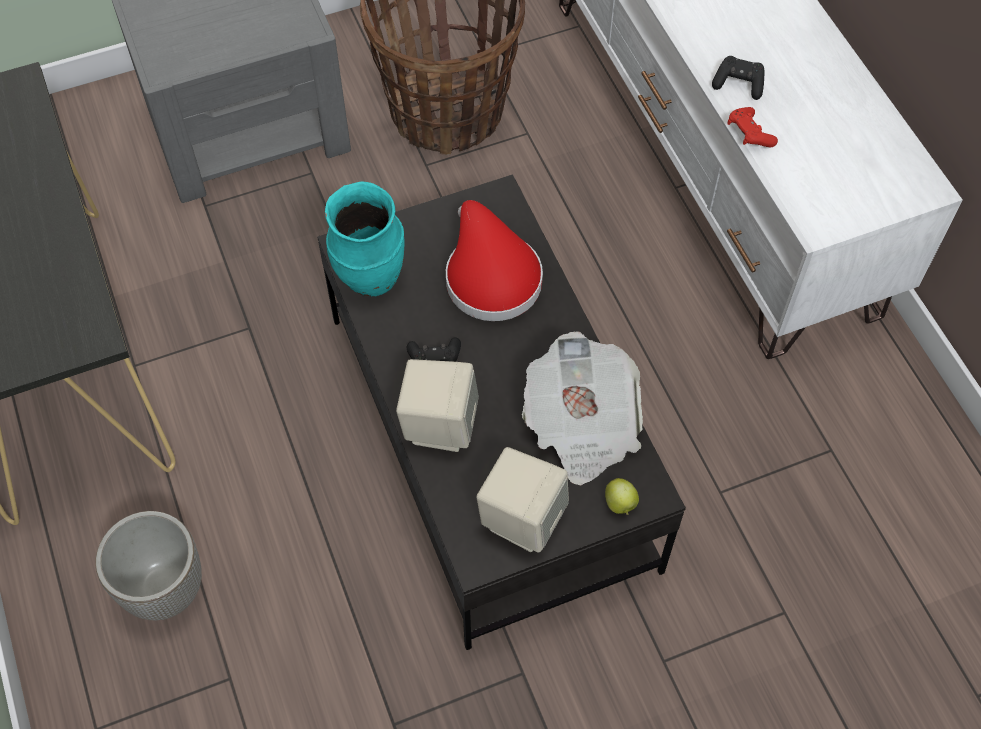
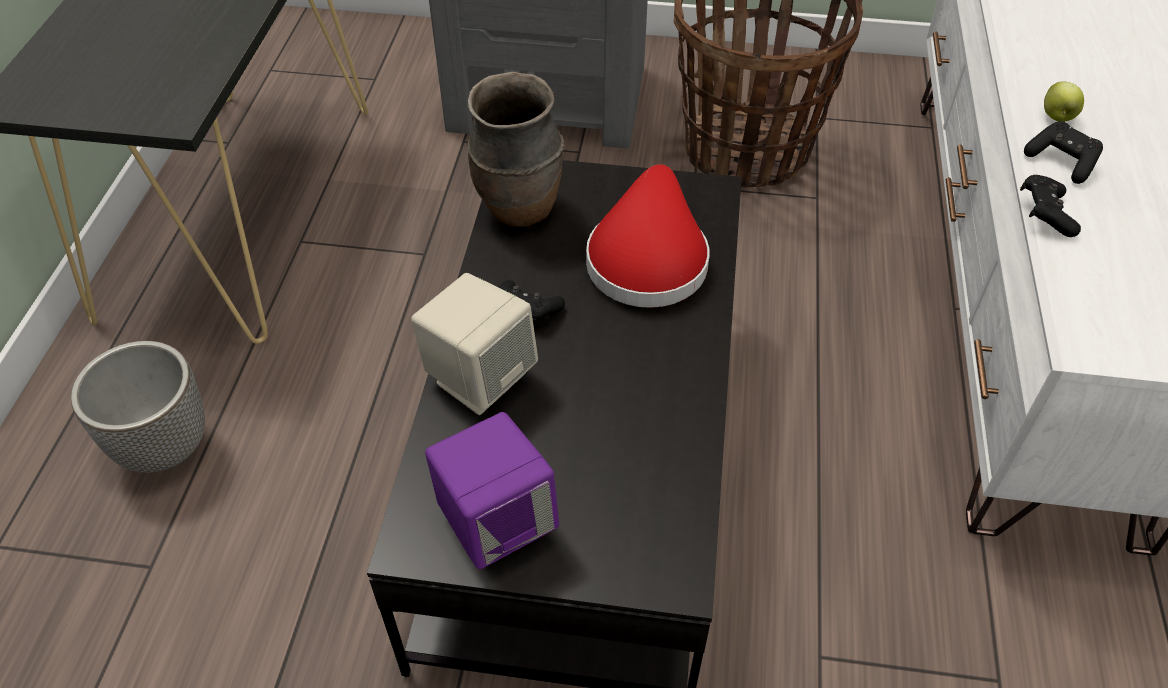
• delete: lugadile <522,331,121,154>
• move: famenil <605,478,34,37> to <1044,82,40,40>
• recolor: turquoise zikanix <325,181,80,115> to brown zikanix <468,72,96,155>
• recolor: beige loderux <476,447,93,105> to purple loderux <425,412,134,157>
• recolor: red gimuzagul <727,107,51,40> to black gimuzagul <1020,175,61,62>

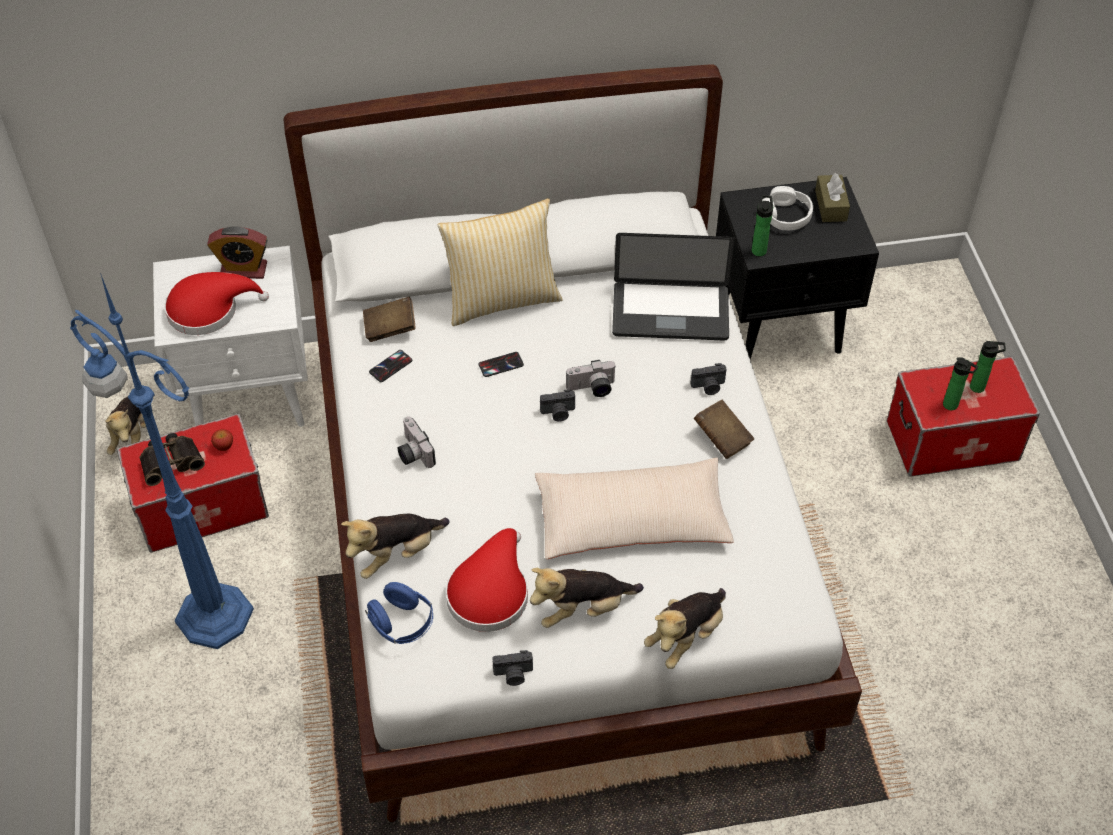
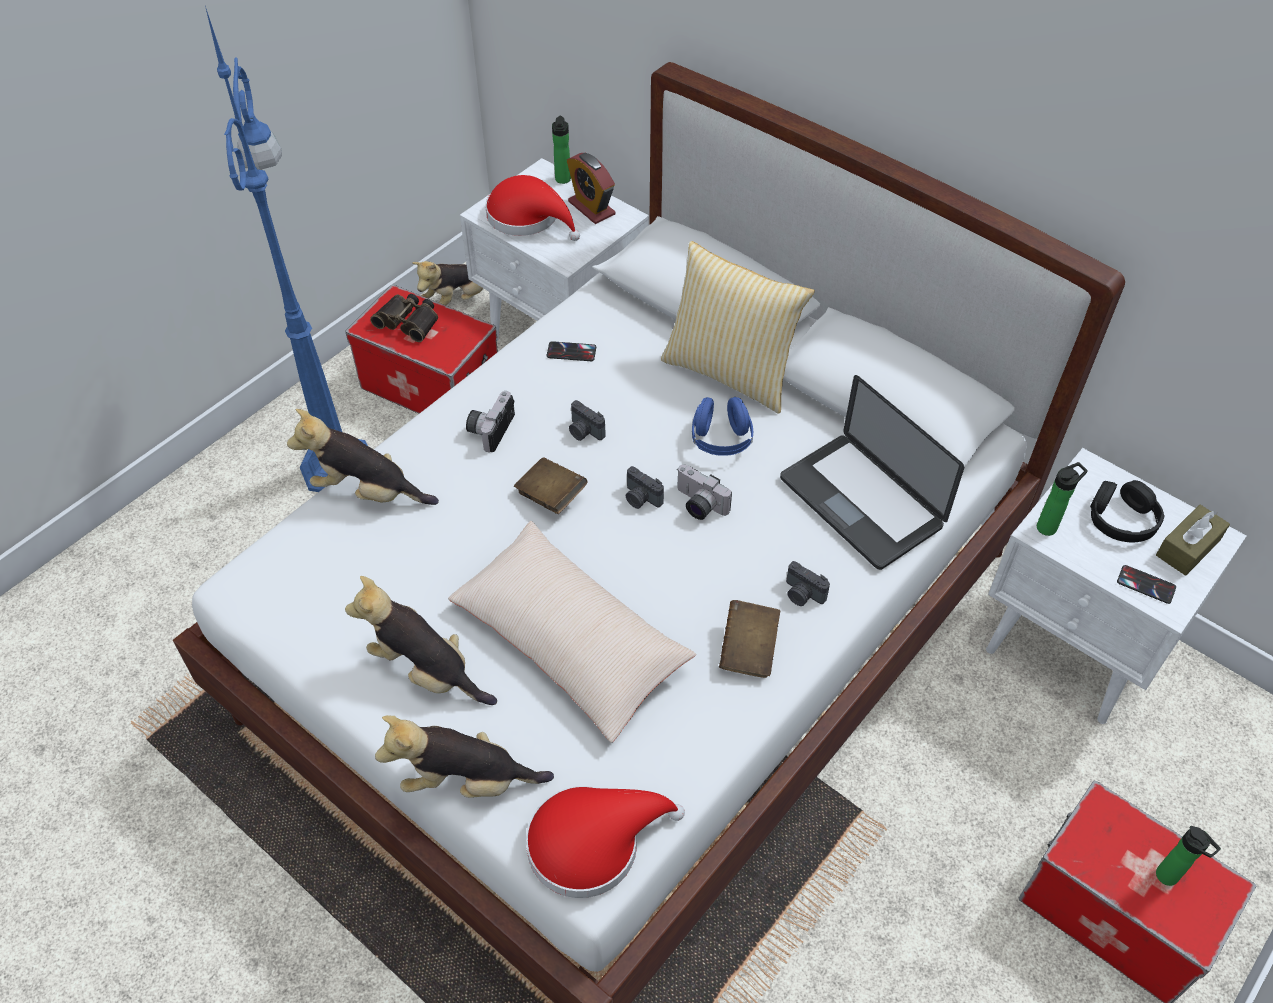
• delete: famenil <211,429,22,22>
• move: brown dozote <363,297,53,45> to <514,458,74,56>
• move: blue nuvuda <365,582,68,62> to <692,397,61,59>
• move: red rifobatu <446,528,82,104> to <526,786,159,112>
• move: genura <478,352,46,25> to <1117,565,59,39>
• move: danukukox <492,650,41,36> to <569,400,37,41>
• move: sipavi <943,357,35,53> to <552,116,19,68>
• recolor: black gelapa <716,177,163,182> to white gelapa <986,448,261,276>
• recolor: white nuvuda <762,186,51,44> to black nuvuda <1090,480,75,62>

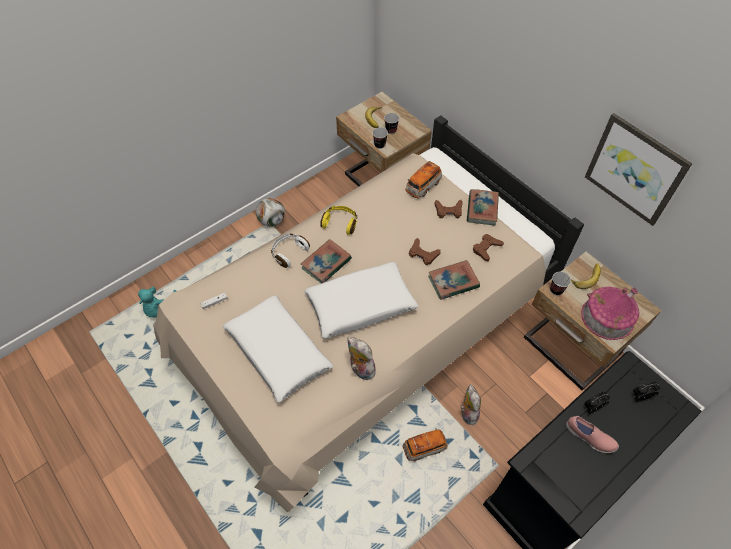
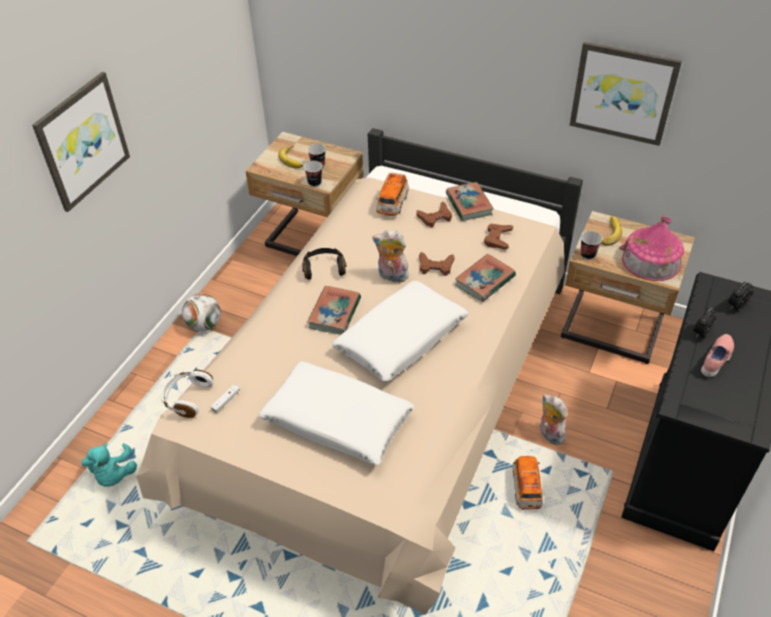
• insert: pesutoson <32,72,98,140>
• move: white nuvuda <271,234,39,34> to <161,370,52,48>
• move: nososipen <347,337,29,43> to <372,230,37,53>
• recolor: yellow nuvuda <320,206,37,29> to black nuvuda <302,248,44,32>
• rotate: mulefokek <403,429,45,32> = <513,456,30,54> 45 degrees counterclockwise
• rotate: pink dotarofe <566,416,53,37> = <701,334,33,43> 60 degrees counterclockwise

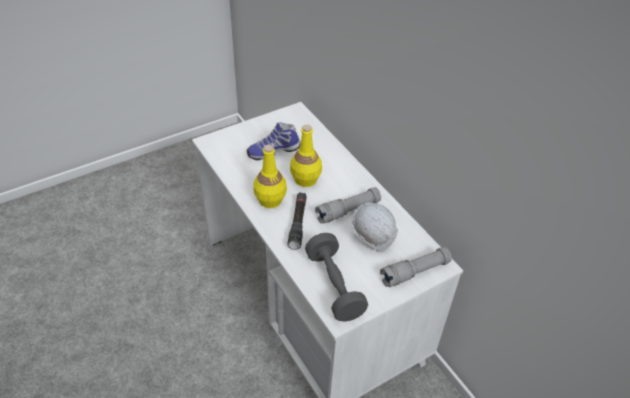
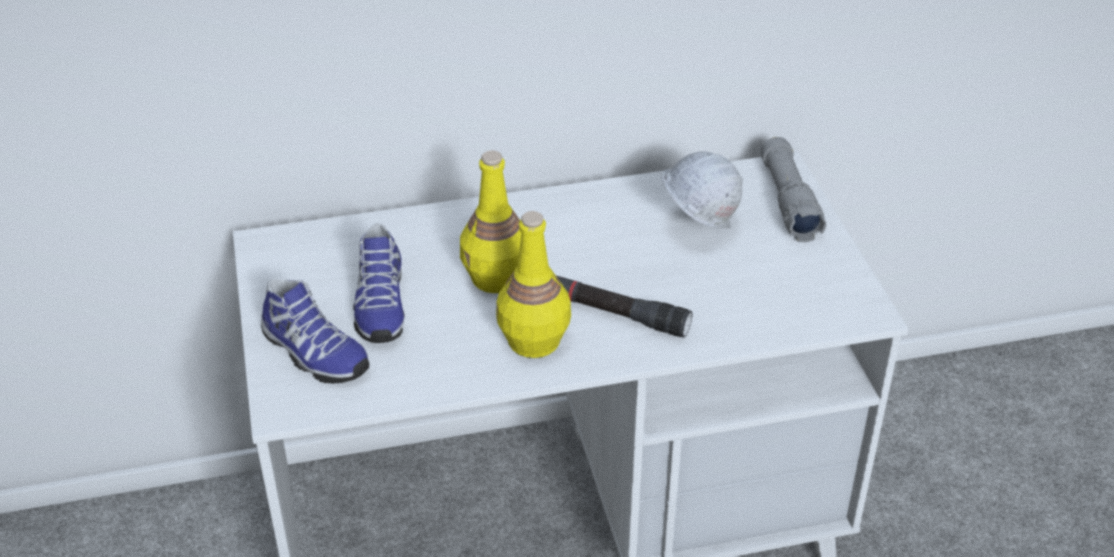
• delete: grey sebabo <305,233,63,89>
• delete: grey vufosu <315,187,66,37>
• insert: dotarofe <261,279,108,105>

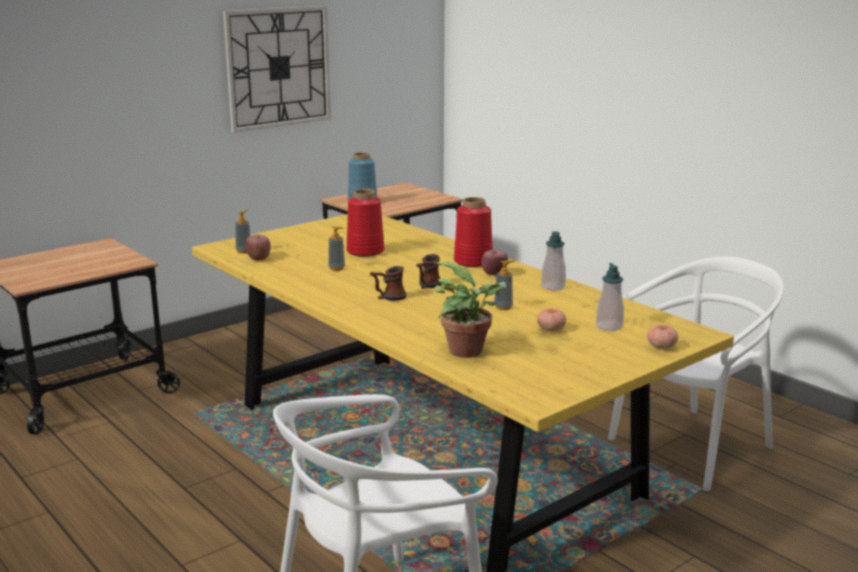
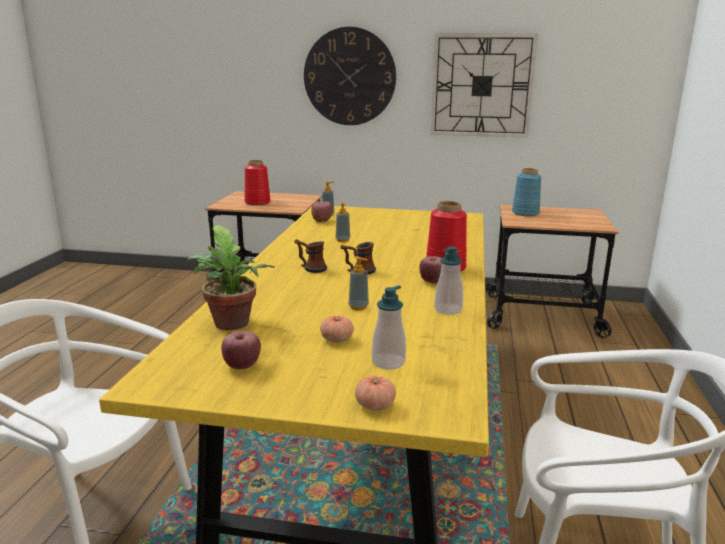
• insert: famenil <221,330,40,39>
• insert: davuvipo <304,27,92,98>
• move: red zikanix <346,189,39,68> to <245,160,26,45>

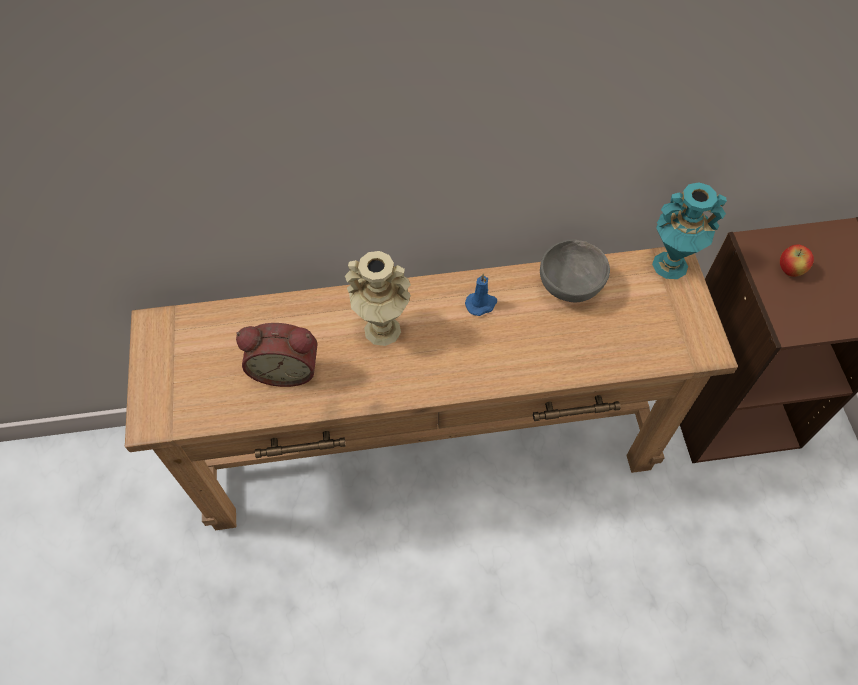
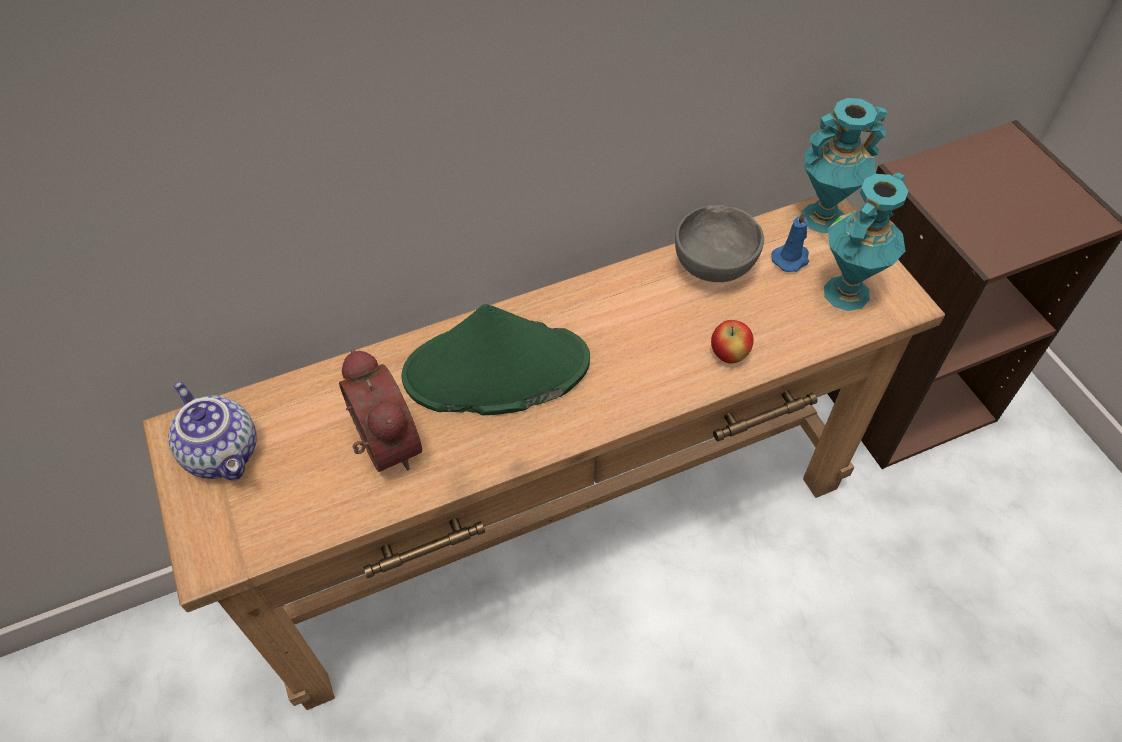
• insert: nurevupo <168,381,89,100>
• insert: turquoise zikanix <824,173,84,138>
• move: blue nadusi <465,273,32,43> to <771,211,38,61>
• move: famenil <780,244,34,33> to <711,320,43,44>
• replace: beige zikanix <345,251,66,95> to green rifobatu <401,304,189,111>
• rotate: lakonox <236,323,82,64> = <339,349,83,123> 105 degrees counterclockwise

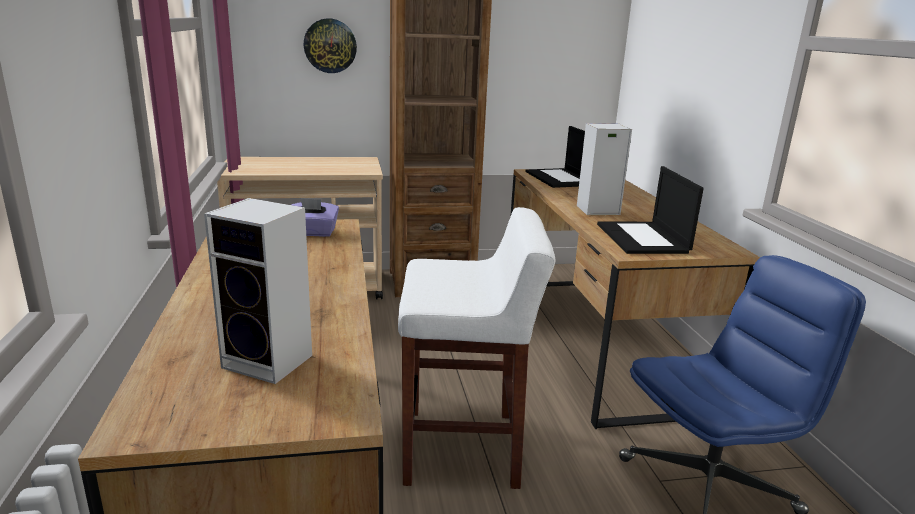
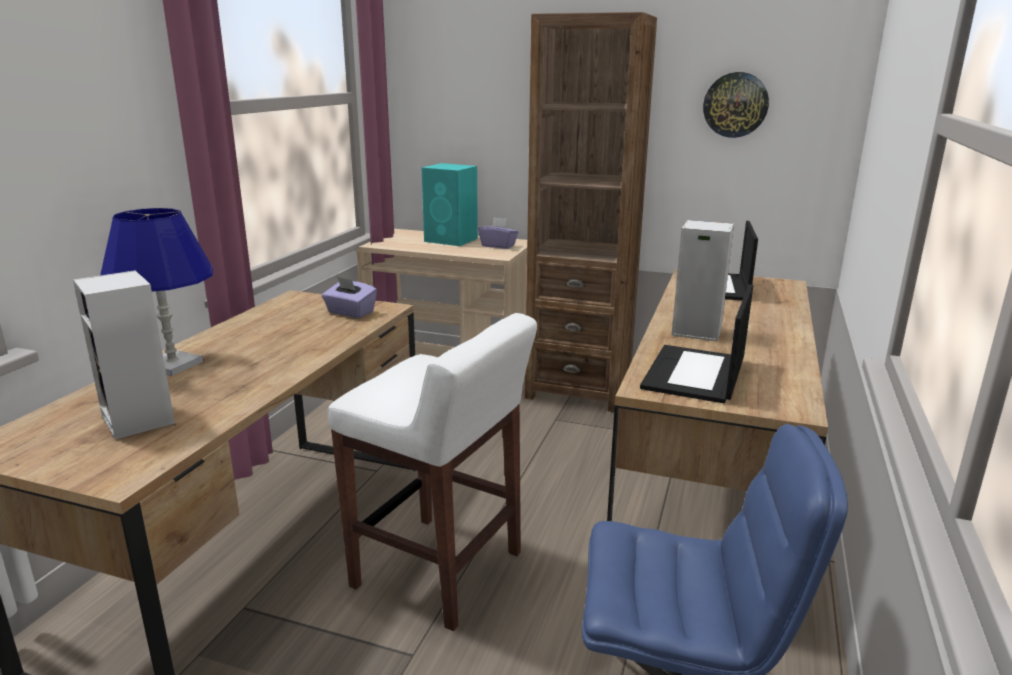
• insert: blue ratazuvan <100,208,113,168>
• insert: turquoise loderux <422,163,56,83>
• insert: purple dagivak <478,217,40,32>
• move: davuvipo <304,18,53,55> to <703,72,66,66>

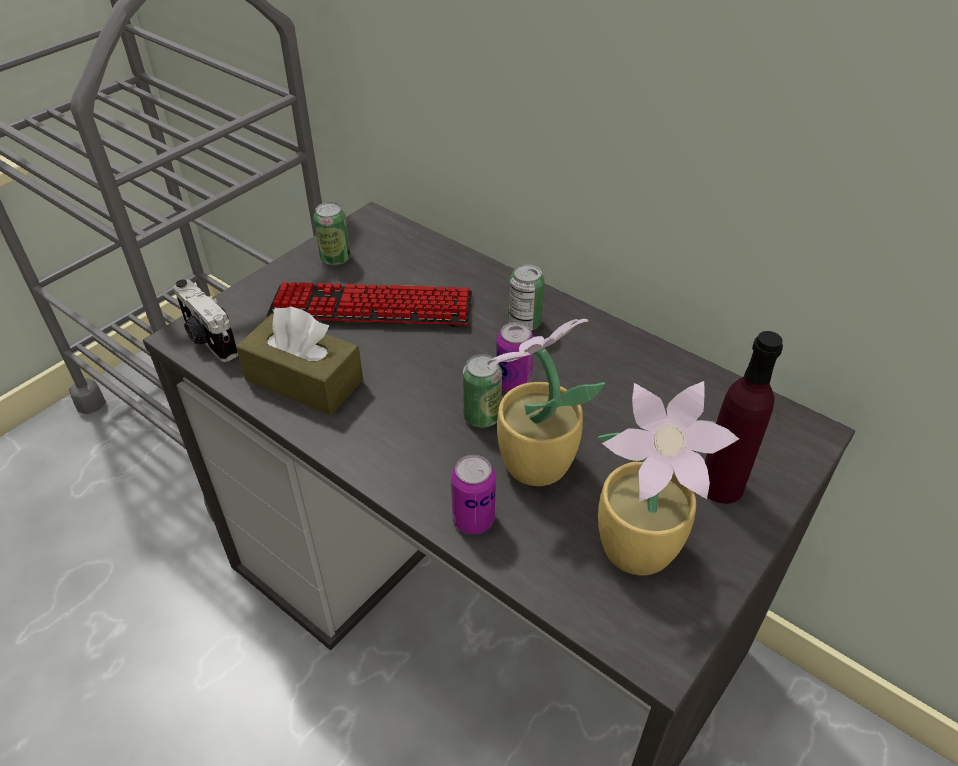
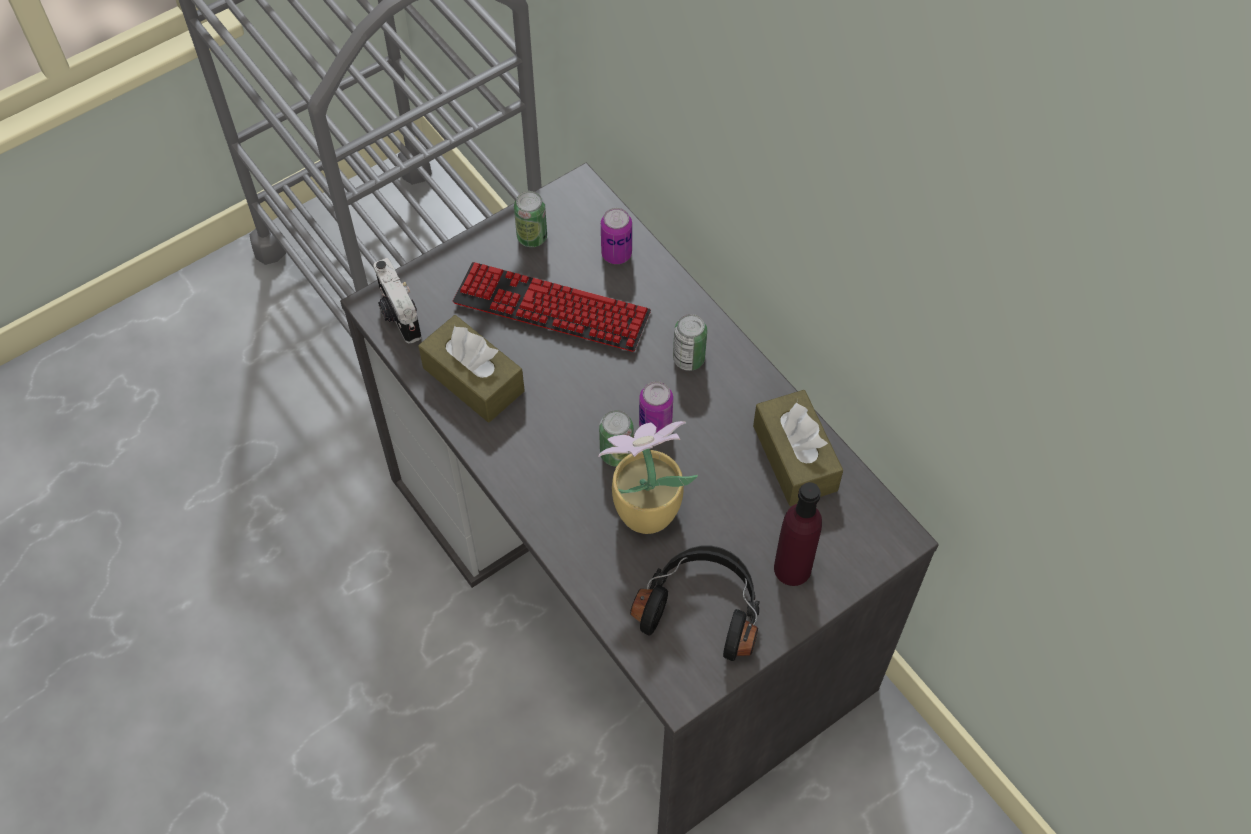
• insert: brown dagivak <753,390,90,116>
• move: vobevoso <451,455,45,79> to <601,208,31,56>
• replace: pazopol <598,381,141,194> to black nuvuda <630,546,130,115>

